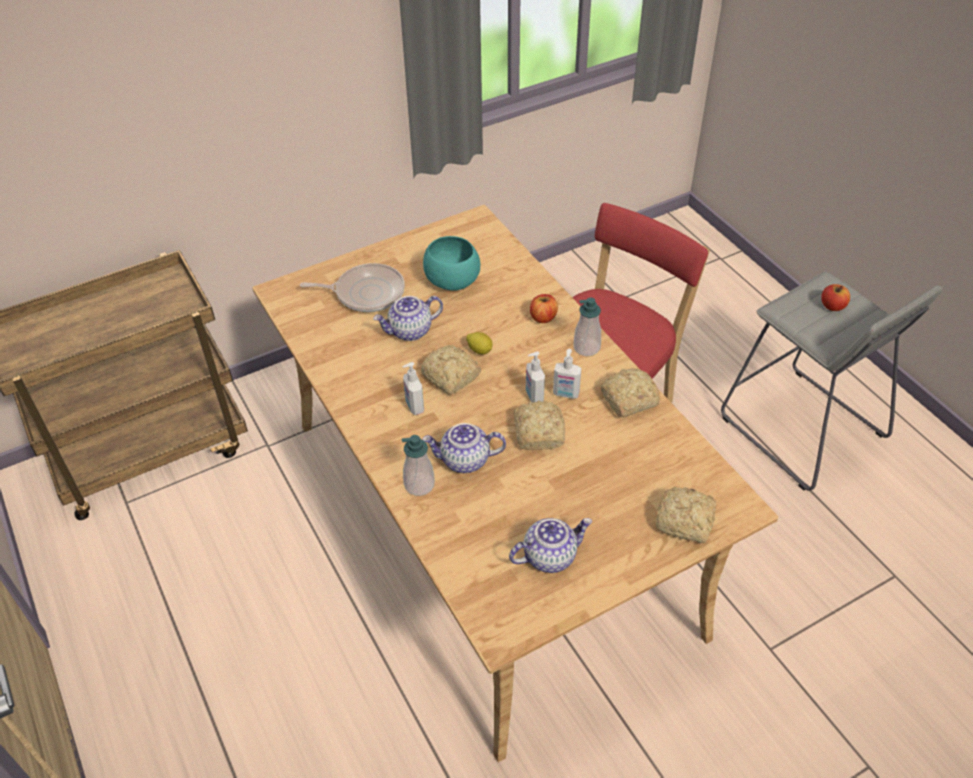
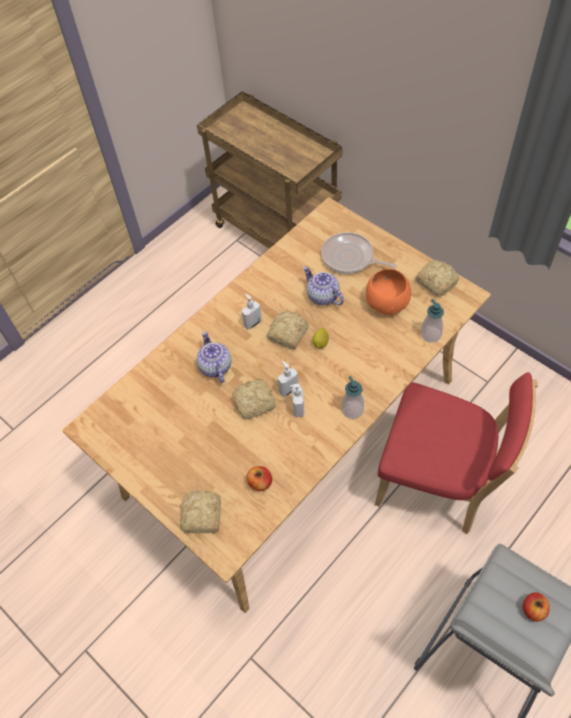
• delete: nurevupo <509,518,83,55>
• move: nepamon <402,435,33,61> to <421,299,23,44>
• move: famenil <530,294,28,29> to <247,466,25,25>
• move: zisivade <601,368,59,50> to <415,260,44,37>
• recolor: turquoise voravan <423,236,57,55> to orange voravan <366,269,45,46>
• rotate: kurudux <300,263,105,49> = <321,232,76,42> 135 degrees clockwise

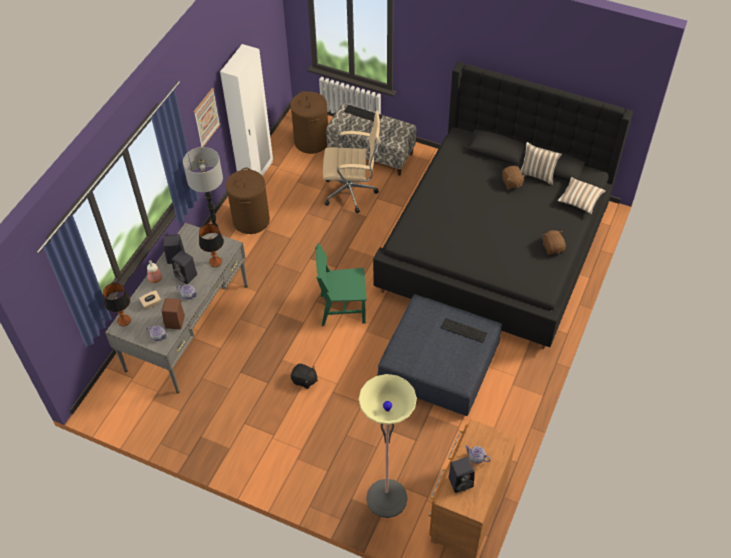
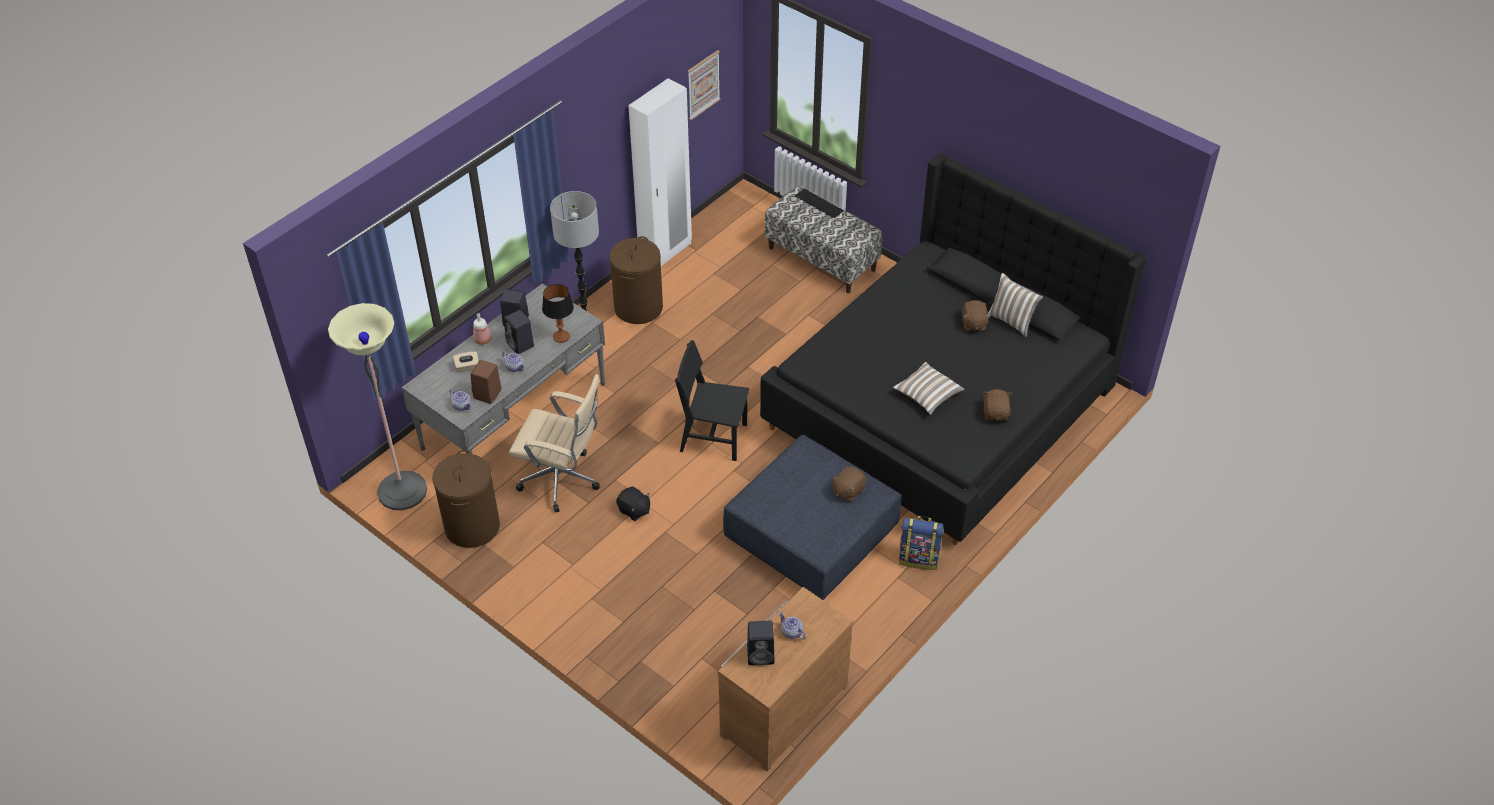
• delete: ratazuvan <103,283,28,43>
• insert: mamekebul <899,516,45,54>
• move: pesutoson <193,88,28,59> to <688,50,33,70>
• move: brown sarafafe <290,91,38,63> to <432,450,68,98>
• move: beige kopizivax <323,111,57,102> to <509,374,91,139>
• move: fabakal <358,374,59,144> to <328,303,99,207>
• move: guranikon <557,177,49,37> to <893,362,71,53>
• replace: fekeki <440,318,47,25> to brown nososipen <832,466,34,36>
• recolor: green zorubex <315,243,52,83> to black zorubex <675,340,74,121>

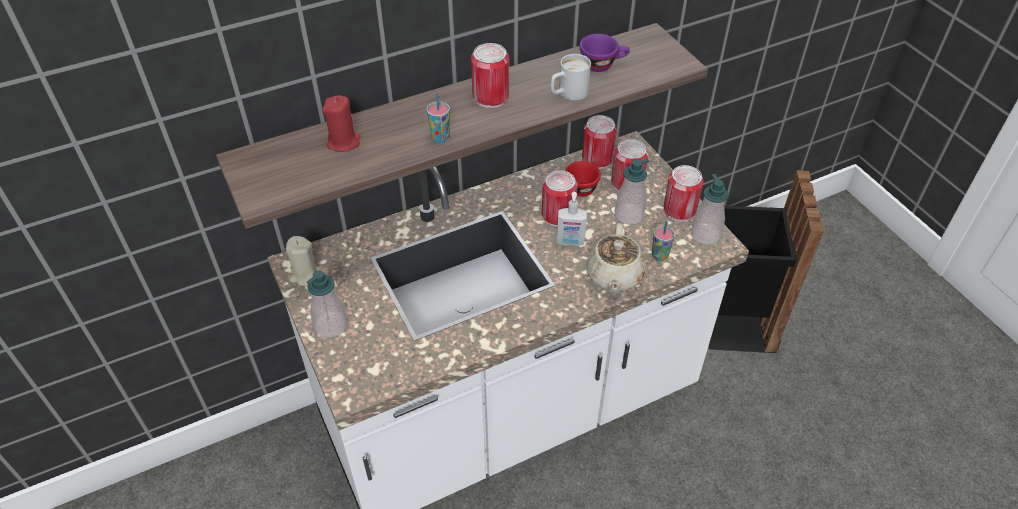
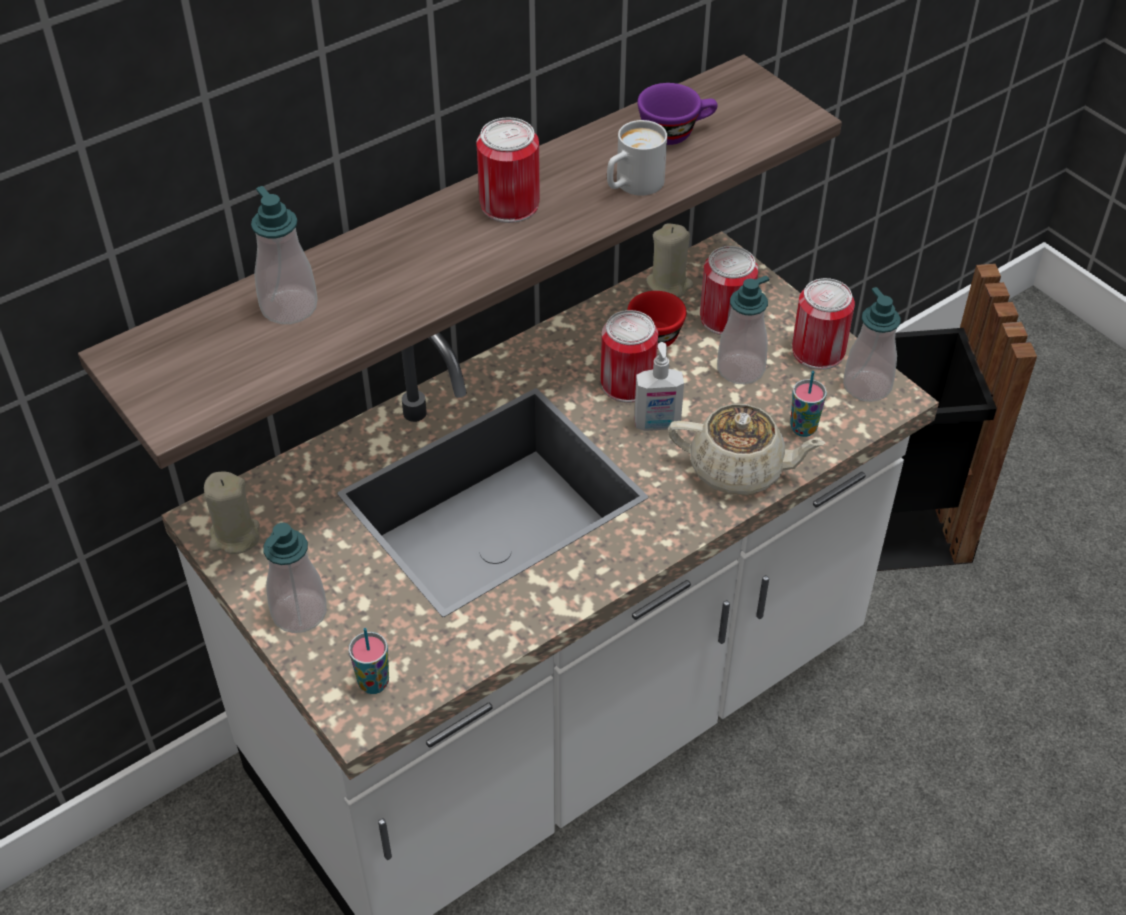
• move: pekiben <427,93,23,50> to <349,628,40,66>
• replace: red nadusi <322,95,39,57> to nepamon <251,186,67,138>
• replace: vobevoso <582,115,35,54> to beige nadusi <646,223,47,74>
• rotate: beige nurevupo <586,223,60,70> = <668,404,157,91> 75 degrees counterclockwise

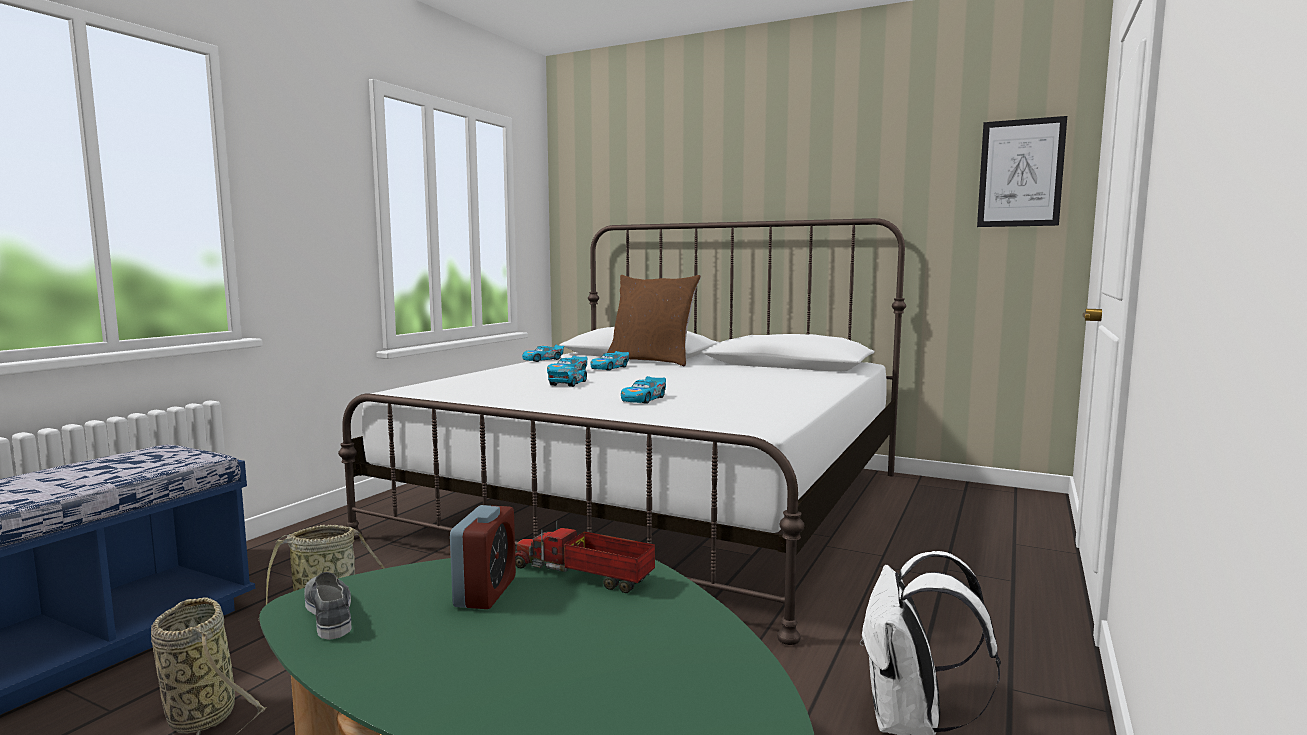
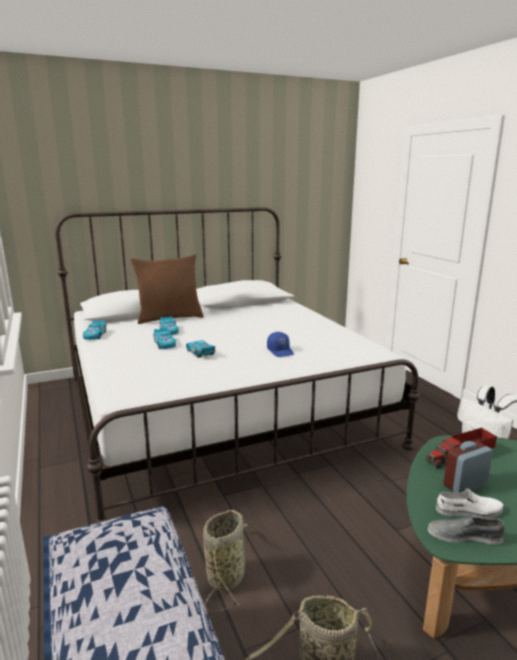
• delete: pesutoson <977,116,90,111>
• insert: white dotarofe <436,489,68,30>
• replace: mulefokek <621,376,45,28> to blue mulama <267,332,27,25>
• rotate: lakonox <450,505,66,104> = <443,441,50,52> 75 degrees counterclockwise

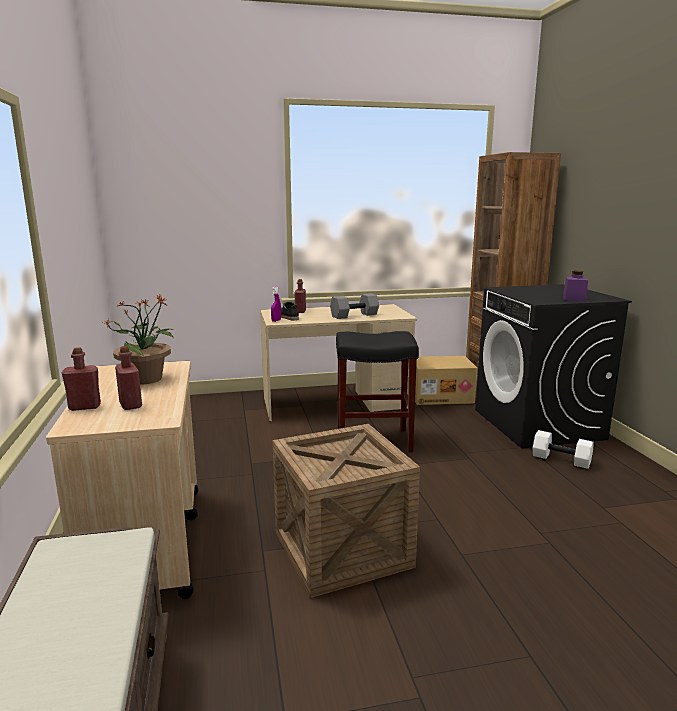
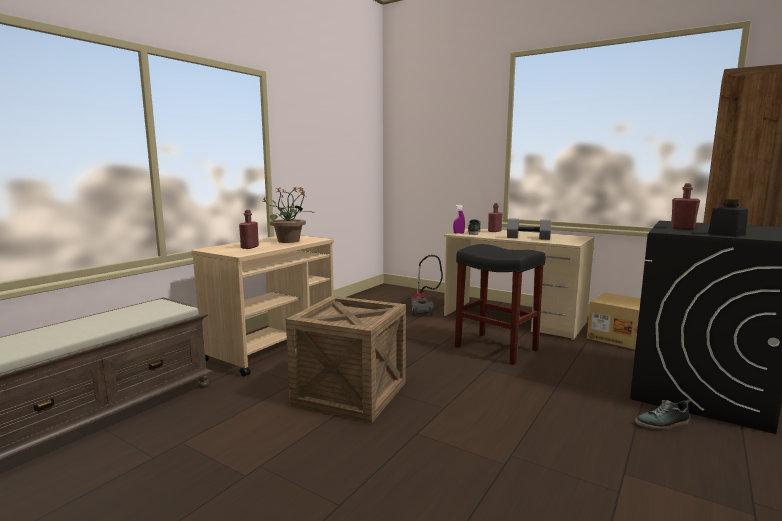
• insert: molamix <407,255,36,60>
• move: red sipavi <62,347,39,64> to <671,183,29,47>
• replace: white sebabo <533,430,61,39> to dotarofe <635,400,56,30>
• recolor: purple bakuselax <563,271,25,30> to black bakuselax <708,199,40,38>

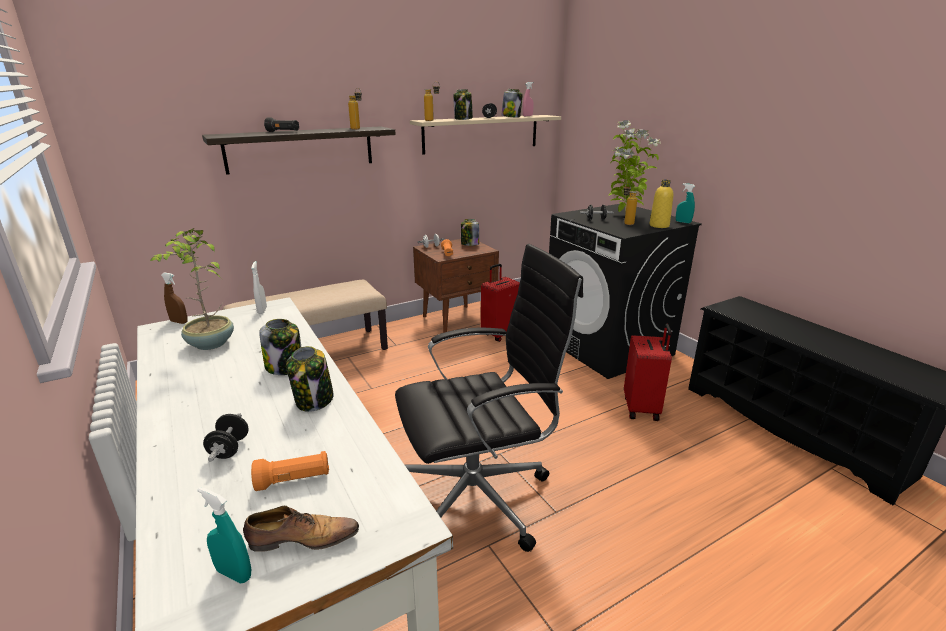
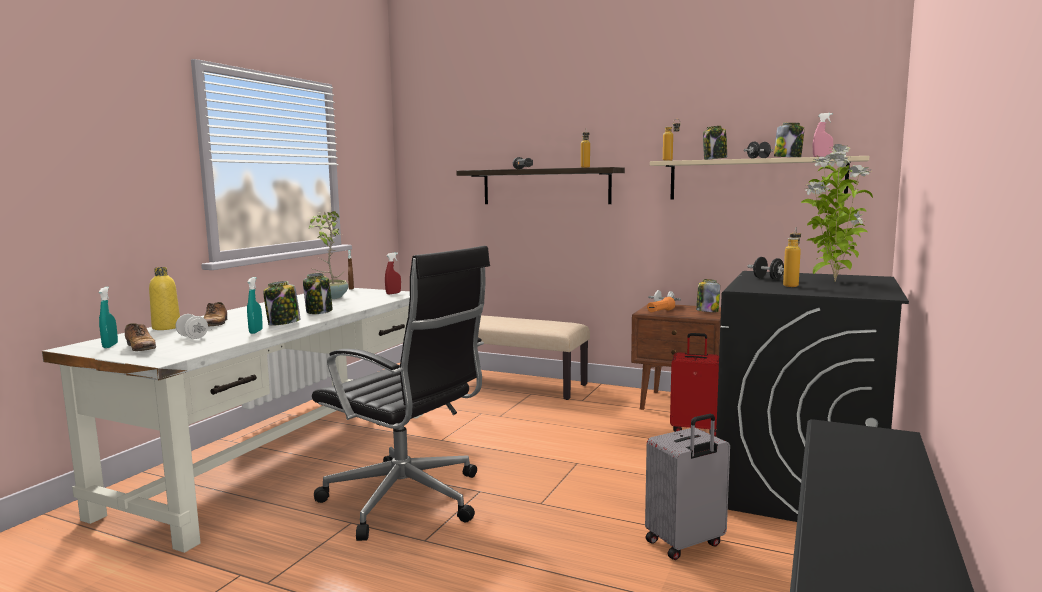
• move: yellow sipavi <649,180,24,48> to <149,267,31,63>
• move: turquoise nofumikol <676,183,19,40> to <247,277,16,57>
• replace: black sebabo <203,413,45,49> to dotarofe <204,302,23,24>
• replace: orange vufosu <251,451,78,40> to white sebabo <176,314,32,25>
• recolor: white nofumikol <251,261,16,53> to red nofumikol <385,252,16,42>
• recolor: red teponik <624,324,48,97> to grey teponik <645,414,85,146>

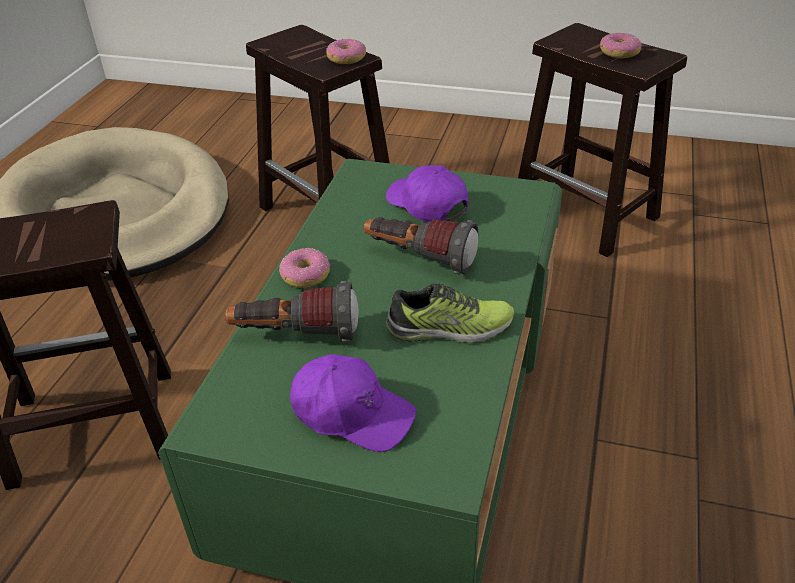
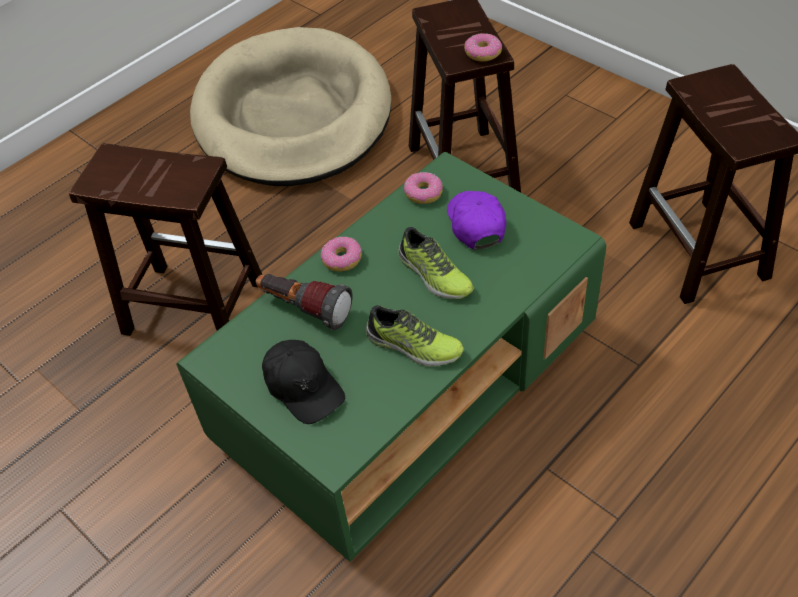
• move: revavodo <600,32,42,26> to <404,172,39,32>
• replace: vufosu <363,217,115,58> to dotarofe <398,227,76,72>
• recolor: purple mulama <290,354,126,98> to black mulama <262,340,83,84>

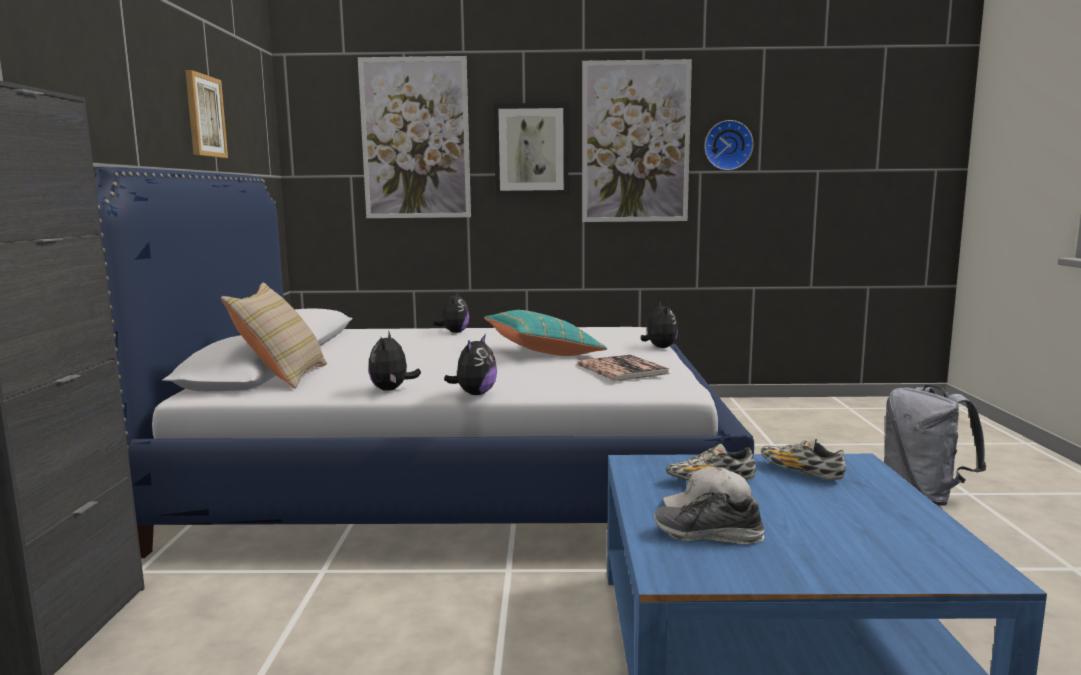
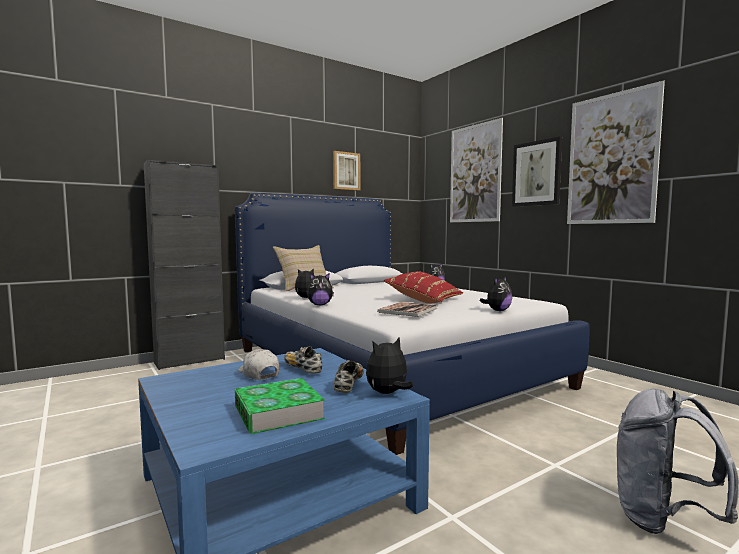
• delete: dotarofe <654,492,111,52>
• delete: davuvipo <704,120,49,50>
• insert: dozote <235,378,90,56>
• insert: nososipen <366,337,47,57>
• recolor: turquoise guranikon <484,310,123,46> to red guranikon <384,271,79,32>

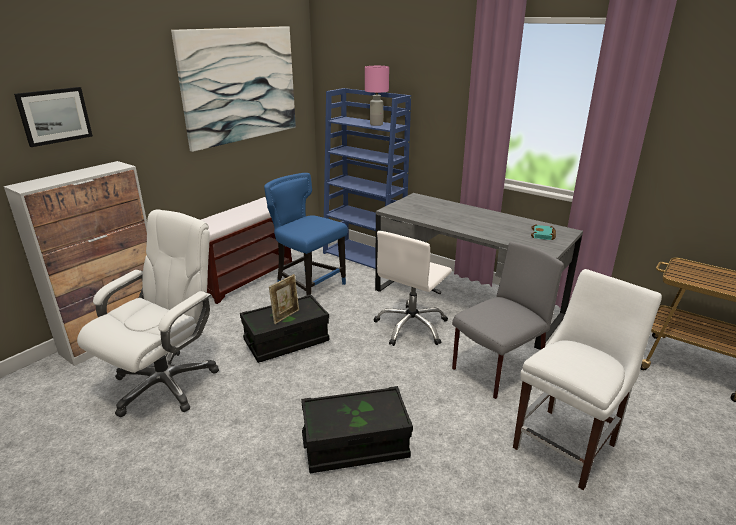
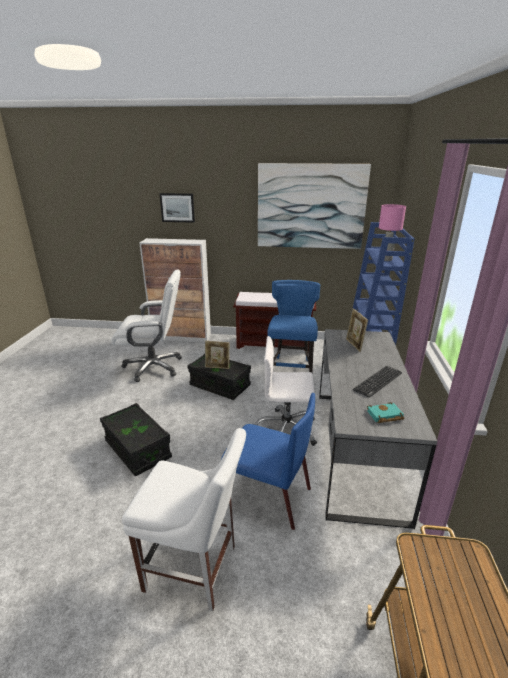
• insert: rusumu <346,308,22,44>
• insert: fekeki <353,366,49,32>
• recolor: grey zorubex <452,242,112,157> to blue zorubex <221,393,94,137>

